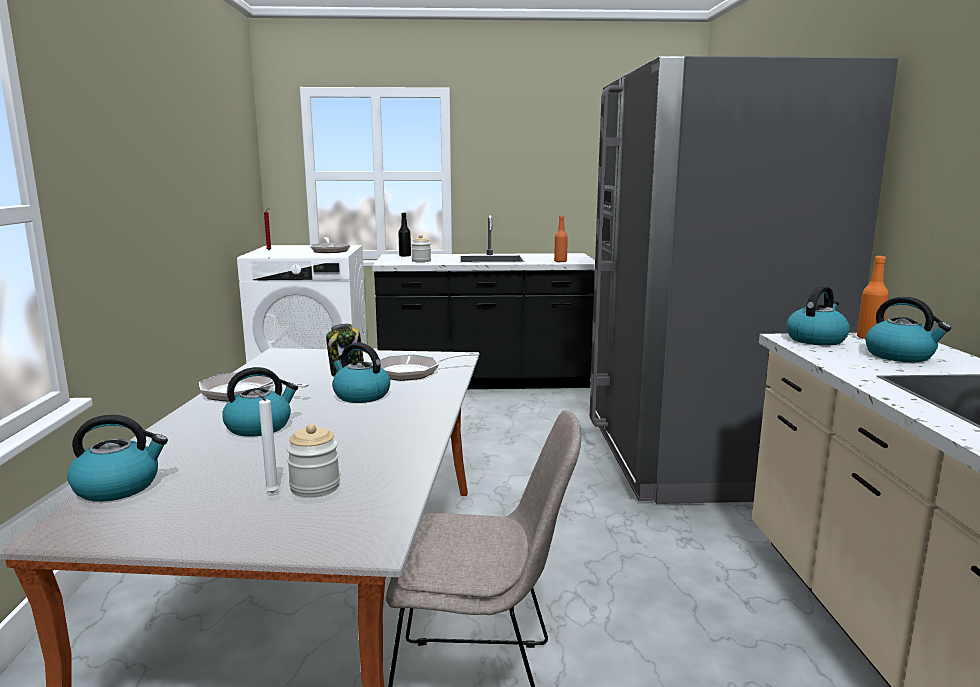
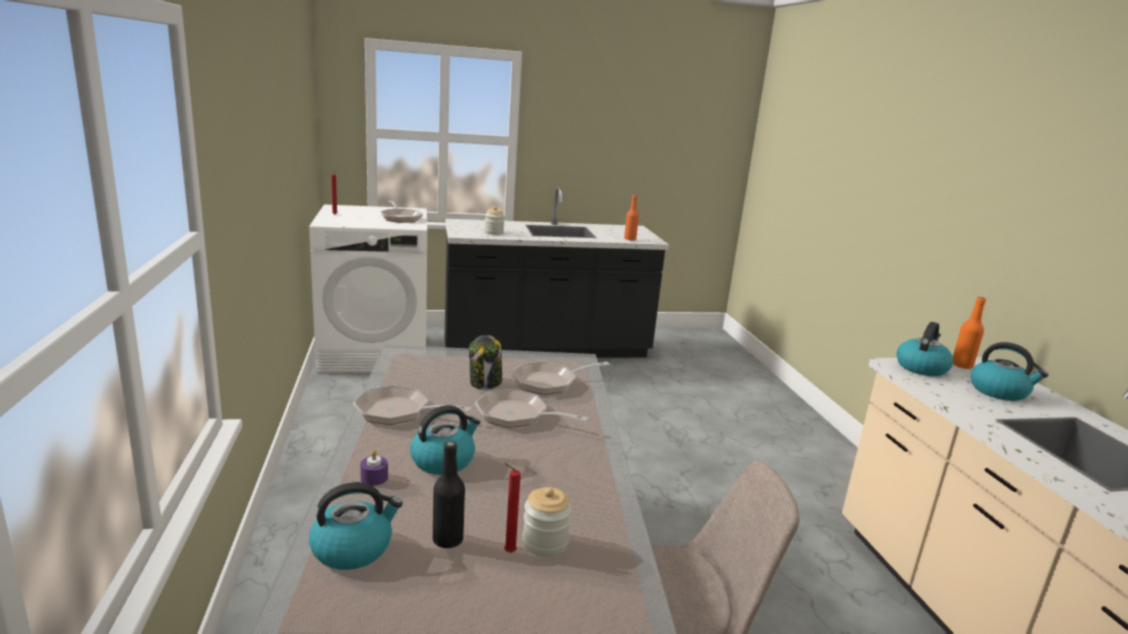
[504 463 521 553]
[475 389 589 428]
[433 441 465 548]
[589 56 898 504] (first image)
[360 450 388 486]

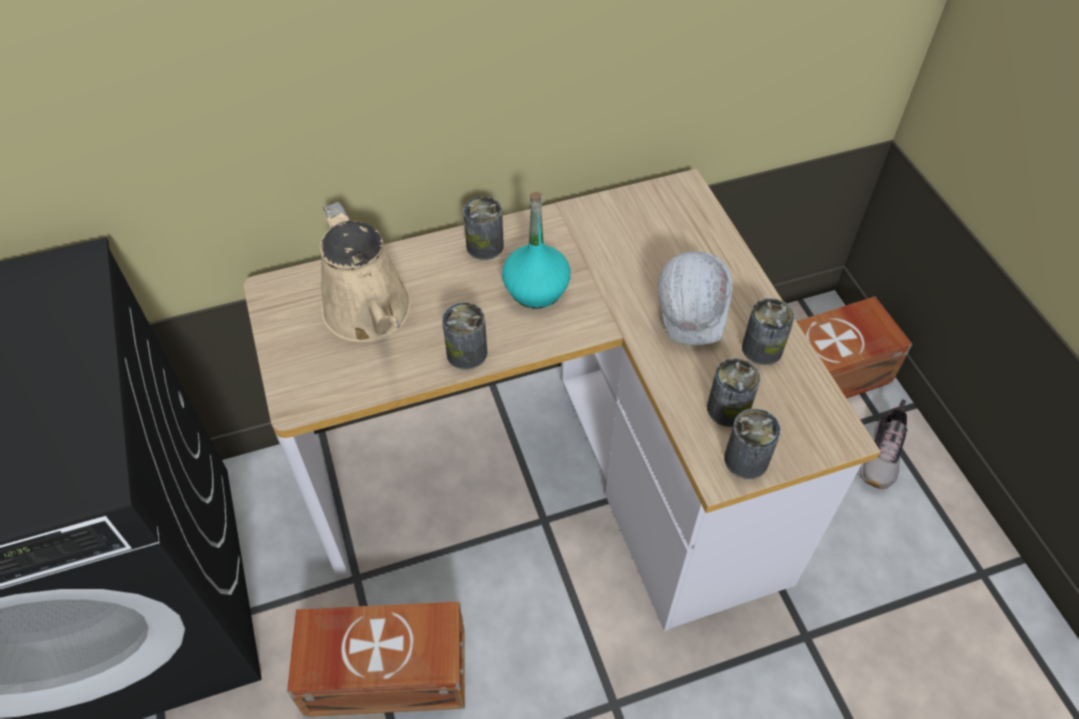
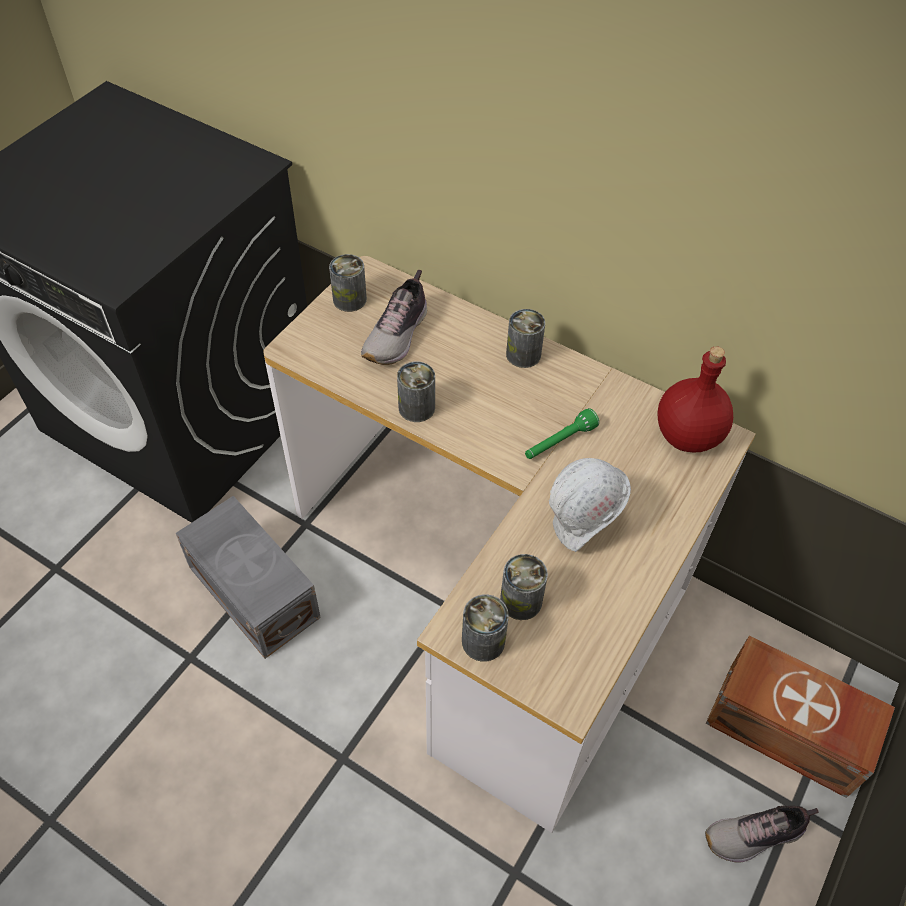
[176 496 321 659]
[361 270 427 365]
[502 192 571 308] (first image)
[329 254 367 312]
[525 408 599 459]
[657 346 733 452]

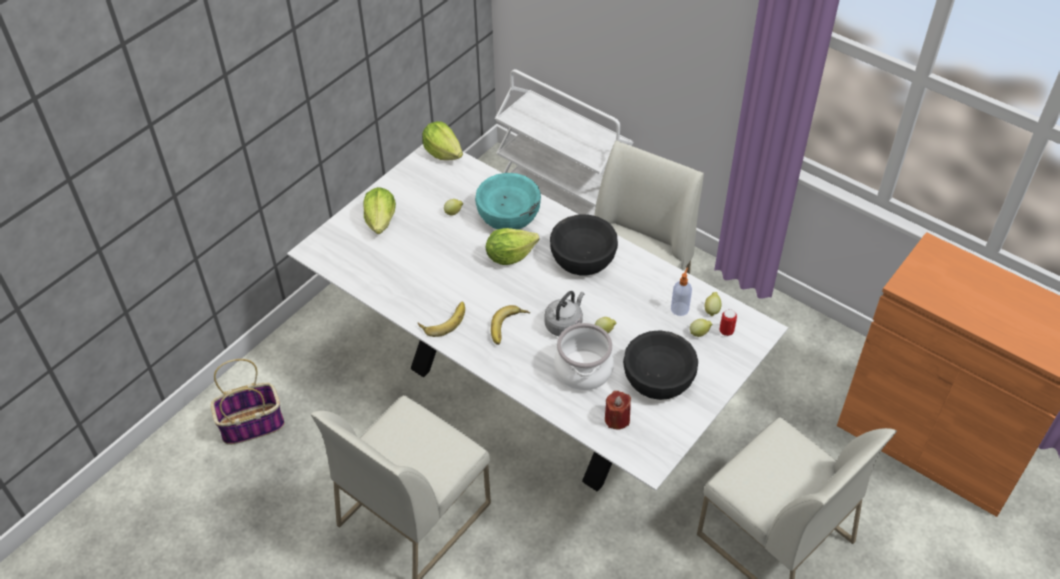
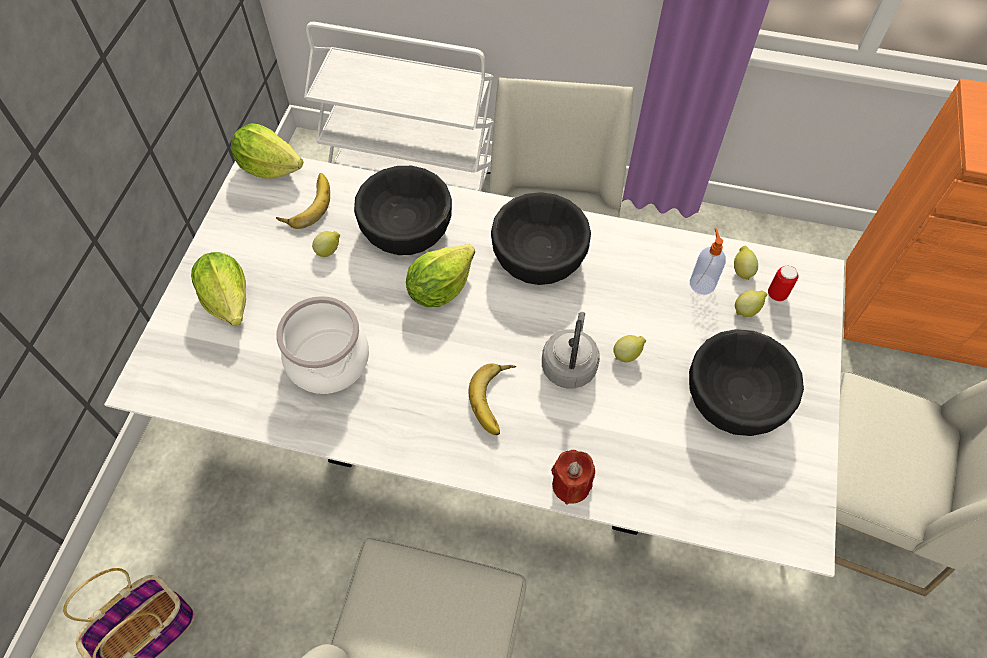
[276 173 330 229]
[354 166 452 255]
[276 296 369 394]
[551 450 595 504]

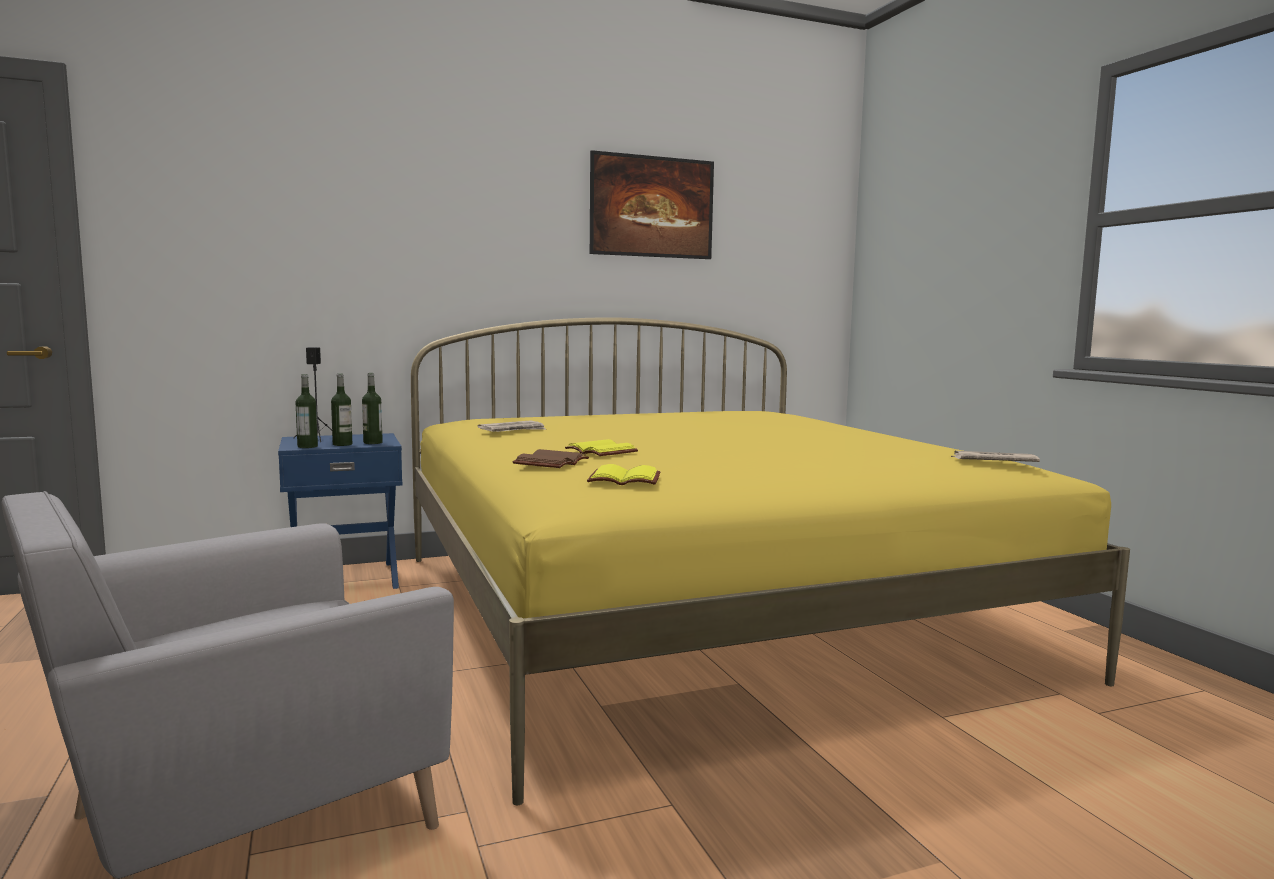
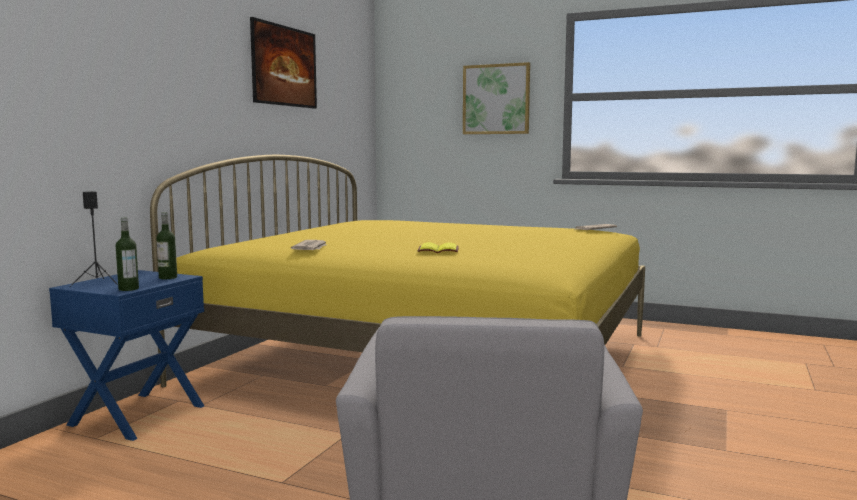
[331 373 352 446] (first image)
[513 449 589 468] (first image)
[587 464 660 485] (first image)
[463 62 530 134]

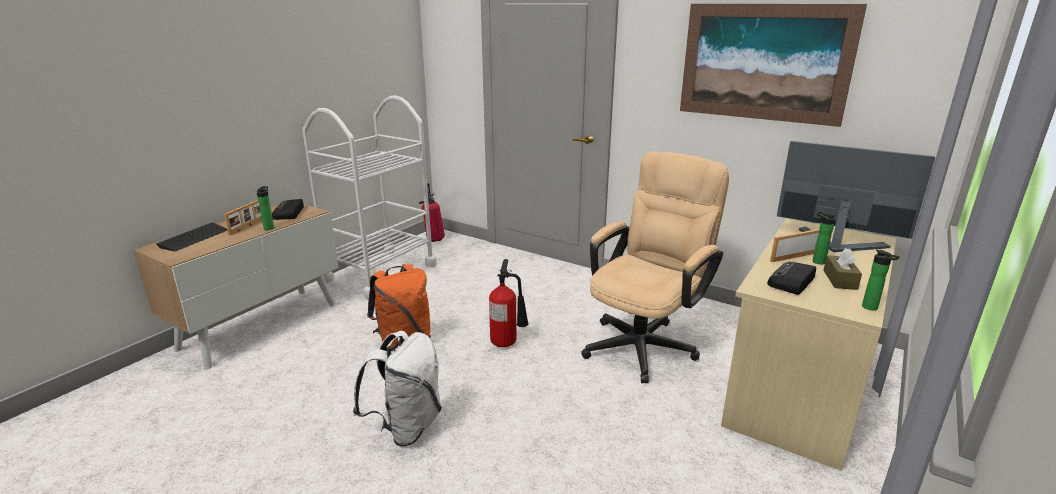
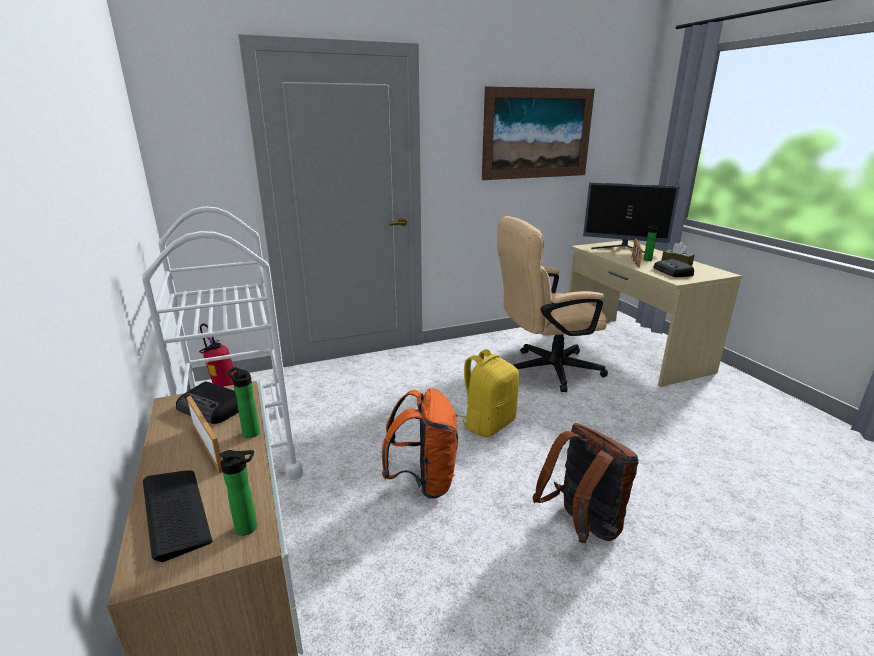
[533 423 639 543]
[457 349 519 437]
[497 216 608 392]
[583 182 680 253]
[219 450 257 536]

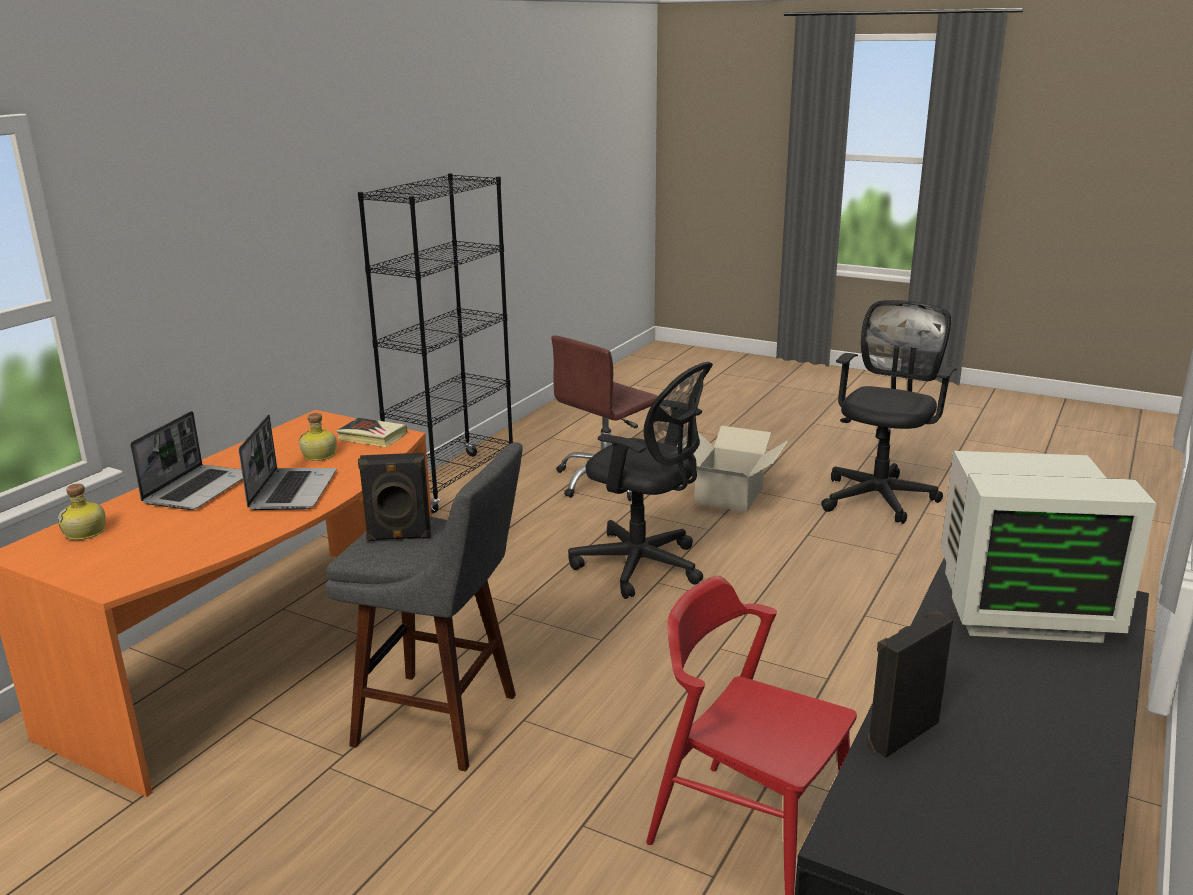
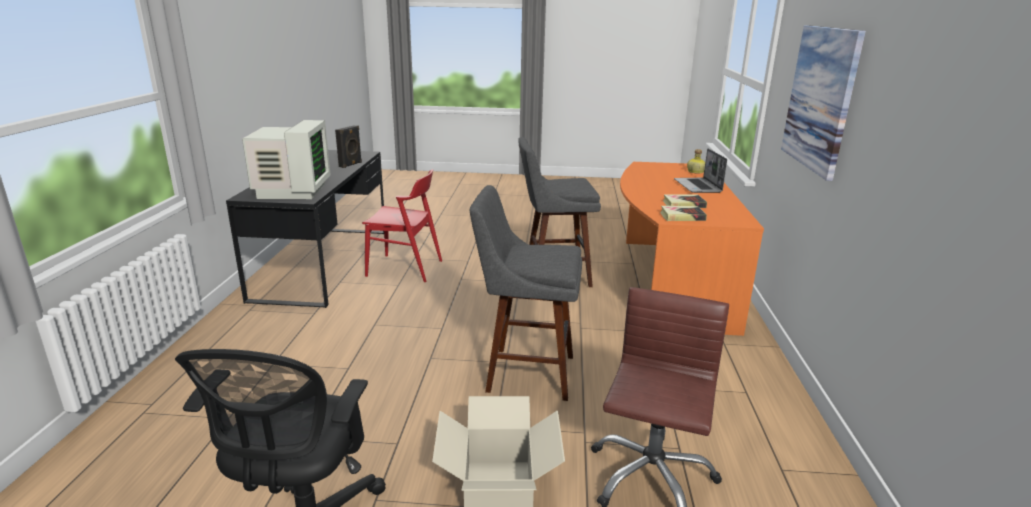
[239 415 336 510] (first image)
[663 194 707 208]
[358 173 513 513] (first image)
[358 453 431 542] (first image)
[470 185 582 401]
[242 120 331 199]
[781 25 866 181]

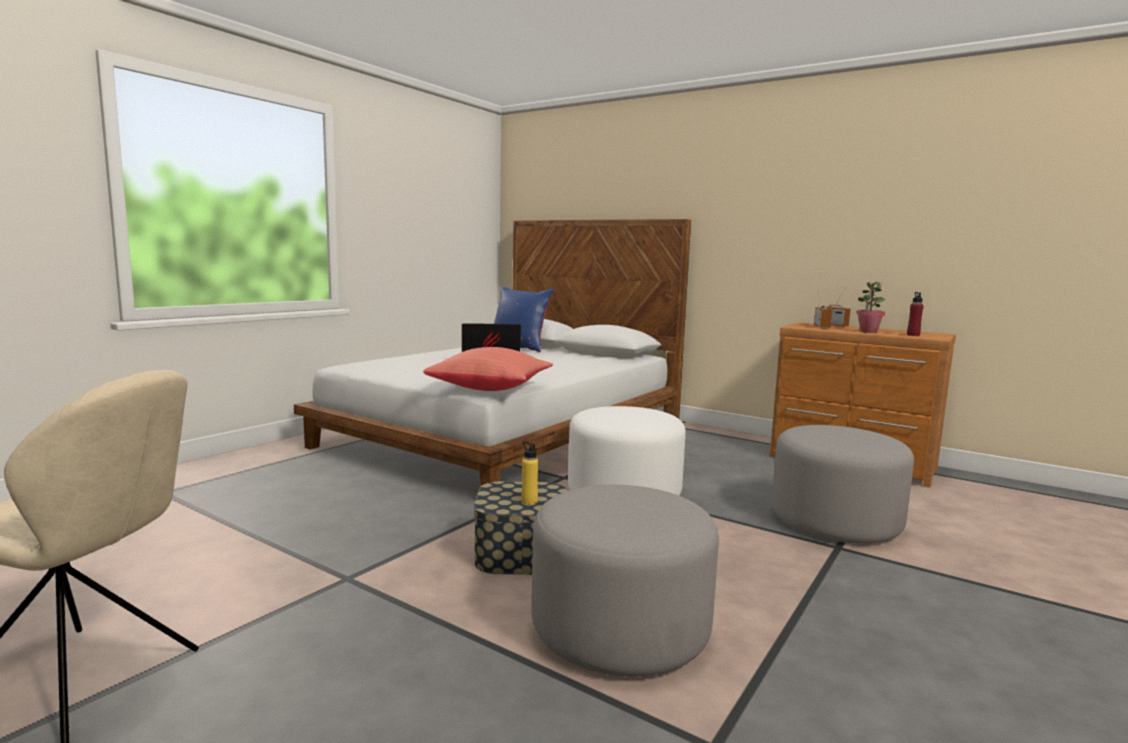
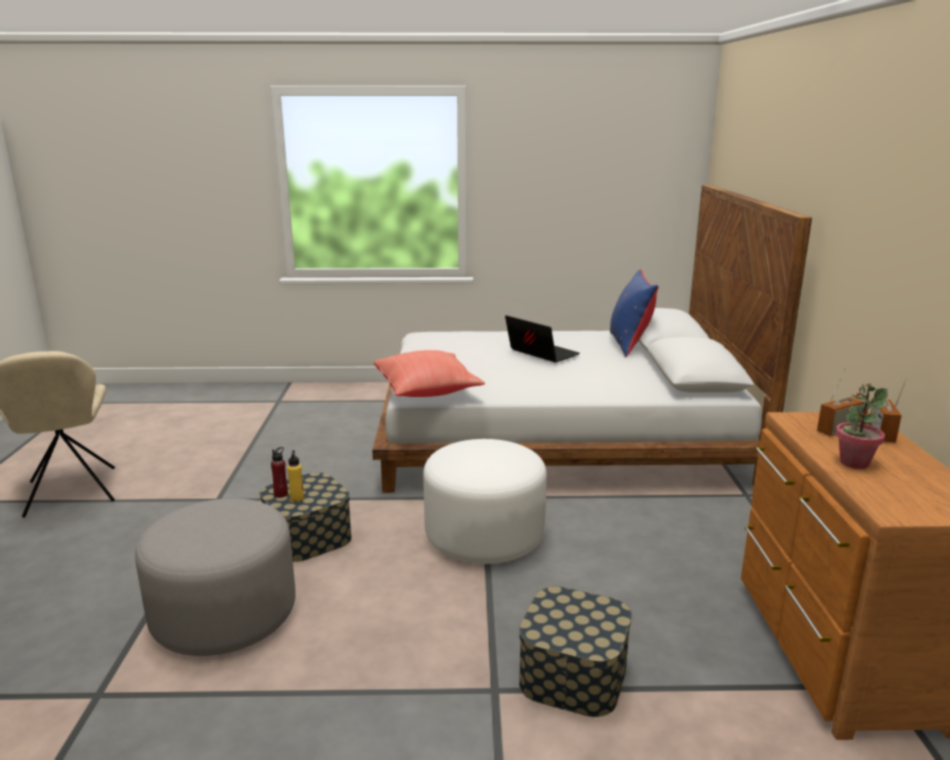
[519 586 632 717]
[271 447 288 498]

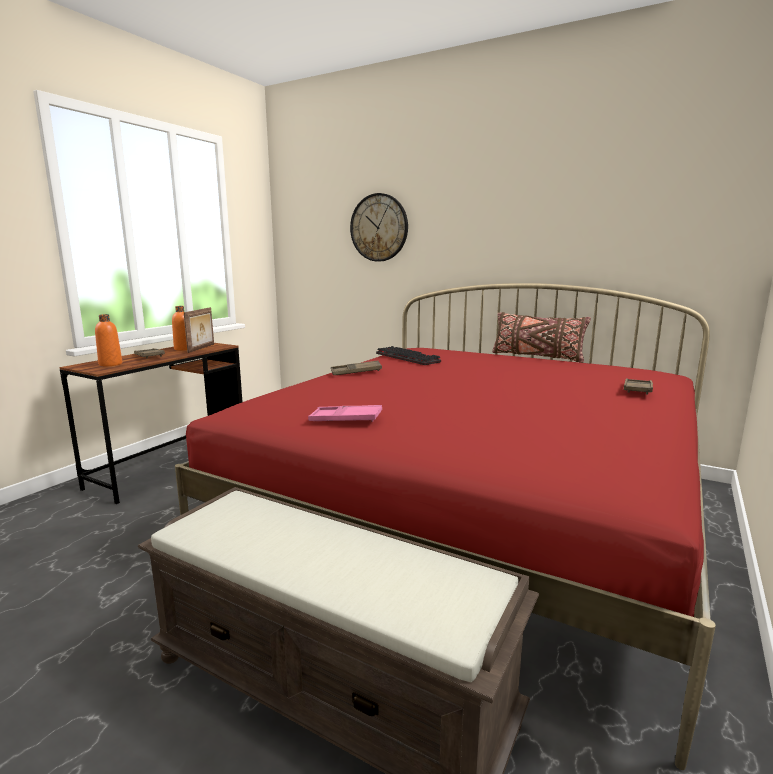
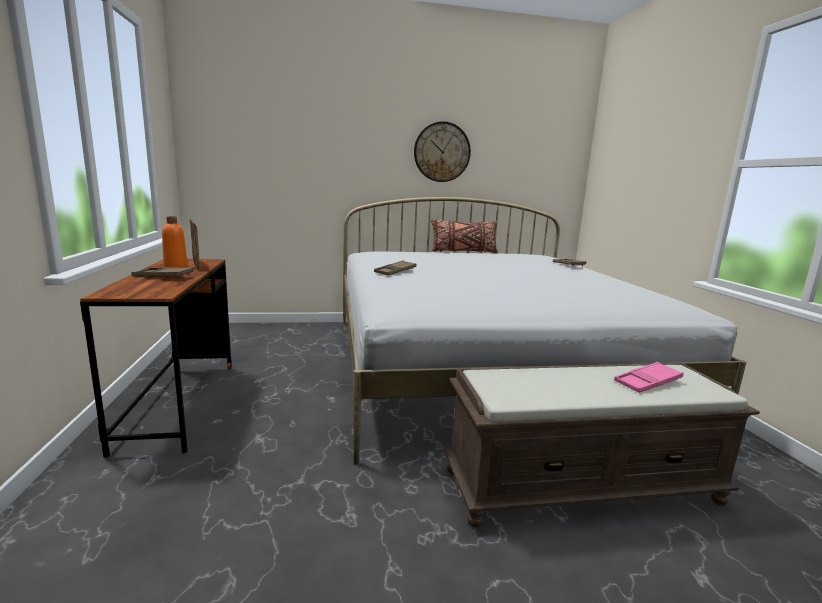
[95 314 122 367] (first image)
[343 197 747 464]
[614 362 684 393]
[414 121 471 182]
[376 346 441 365] (first image)

